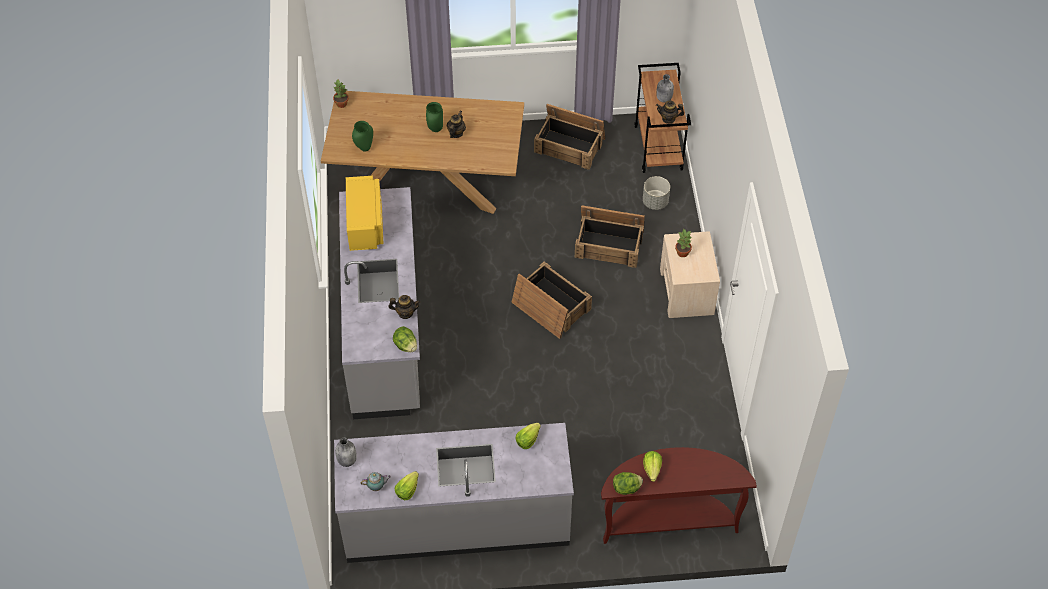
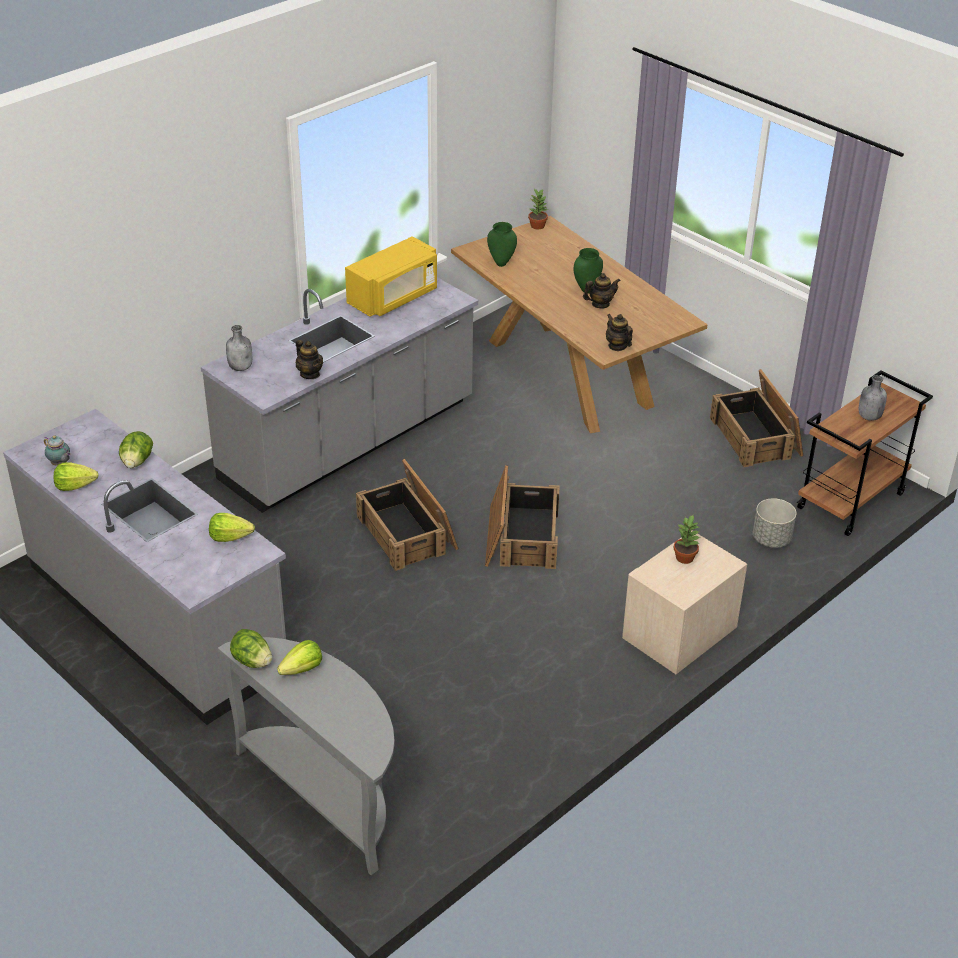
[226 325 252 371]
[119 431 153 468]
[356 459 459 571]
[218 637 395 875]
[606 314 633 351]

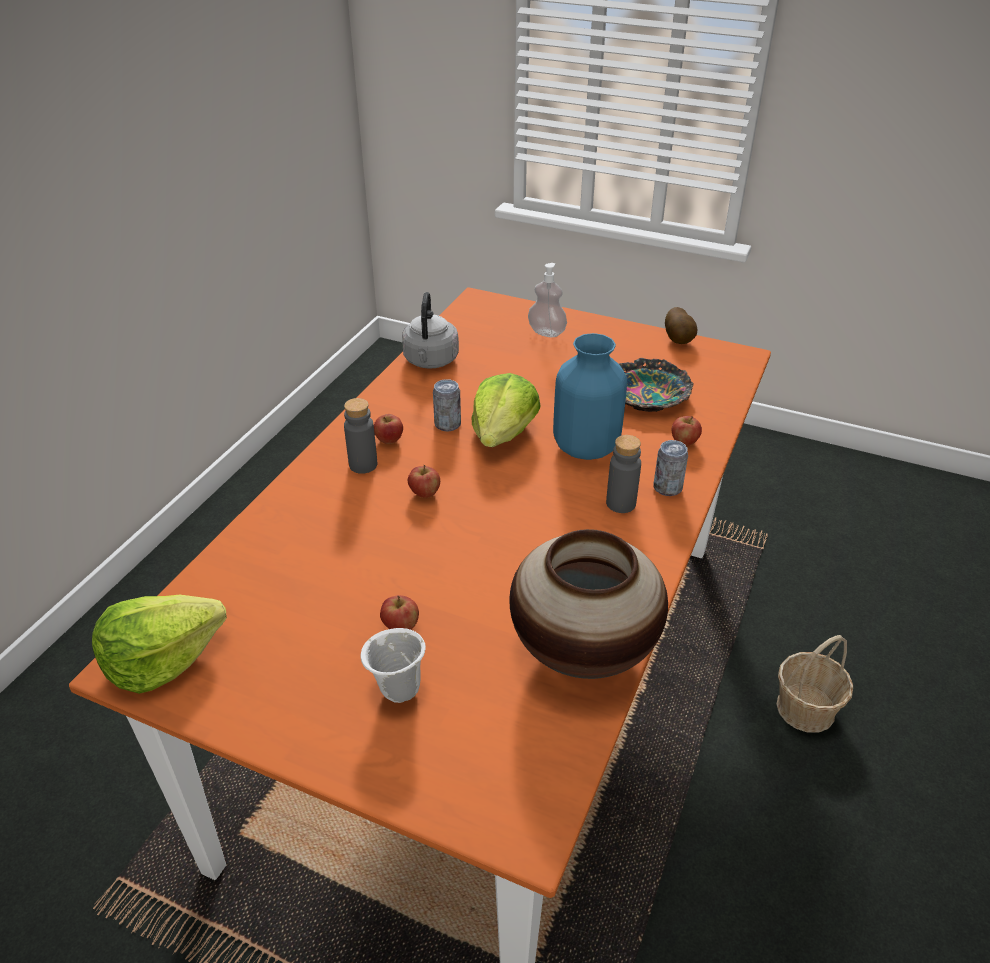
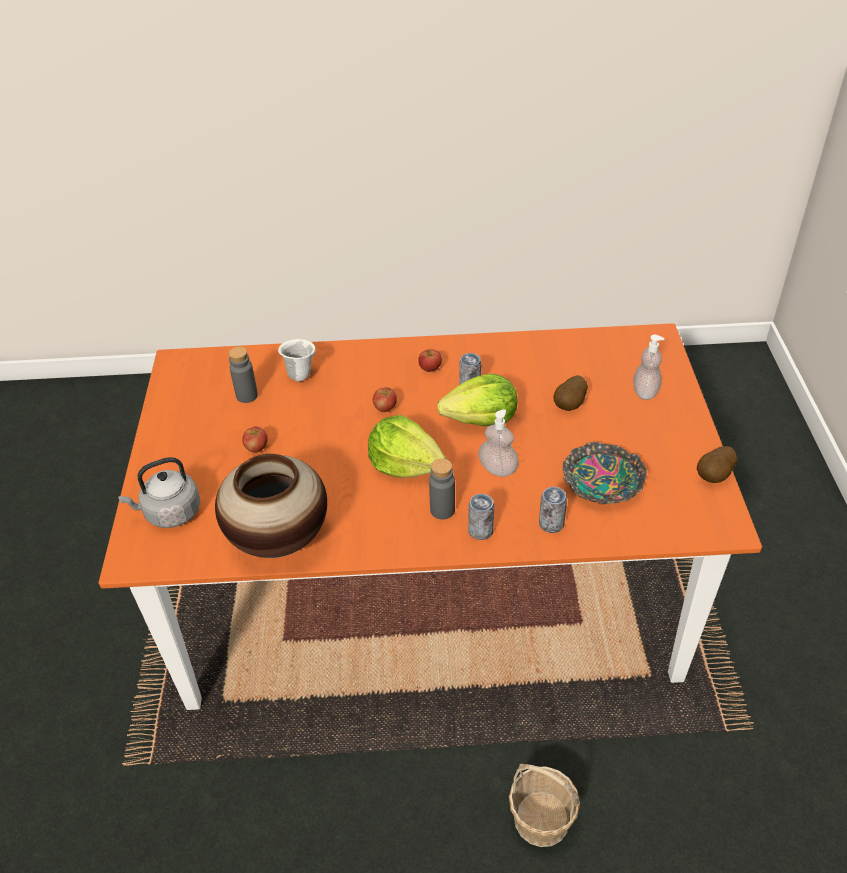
[368 415 446 478]
[229 347 258 403]
[278 339 315 381]
[118 457 200 528]
[478 409 519 477]
[539 487 567 533]
[553 375 588 411]

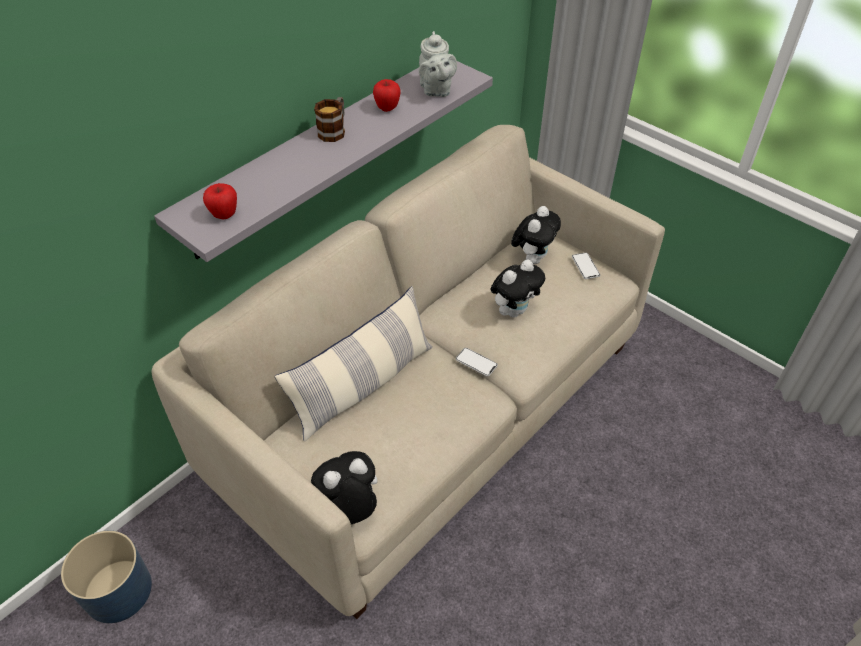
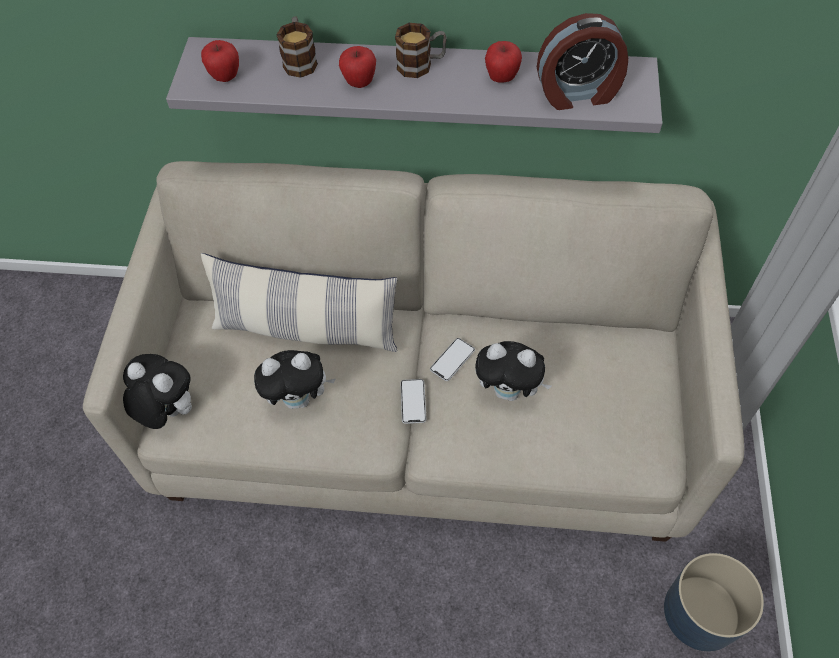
[664 553 764 651]
[537 13 629 110]
[254 350 336 409]
[430 338 475 381]
[277 16 318 78]
[339 46 376 88]

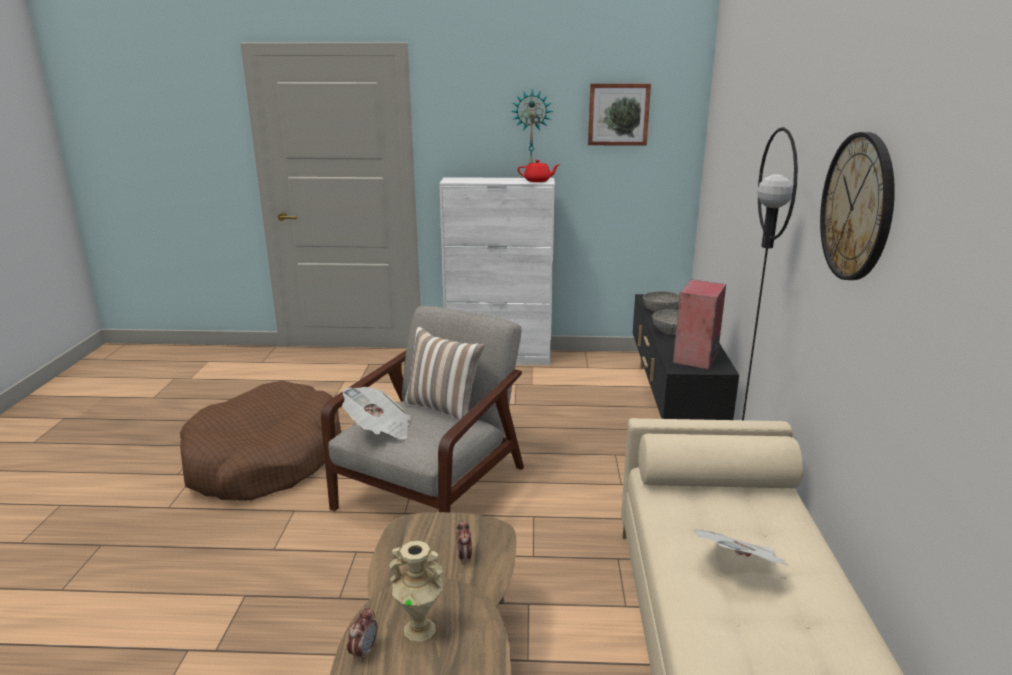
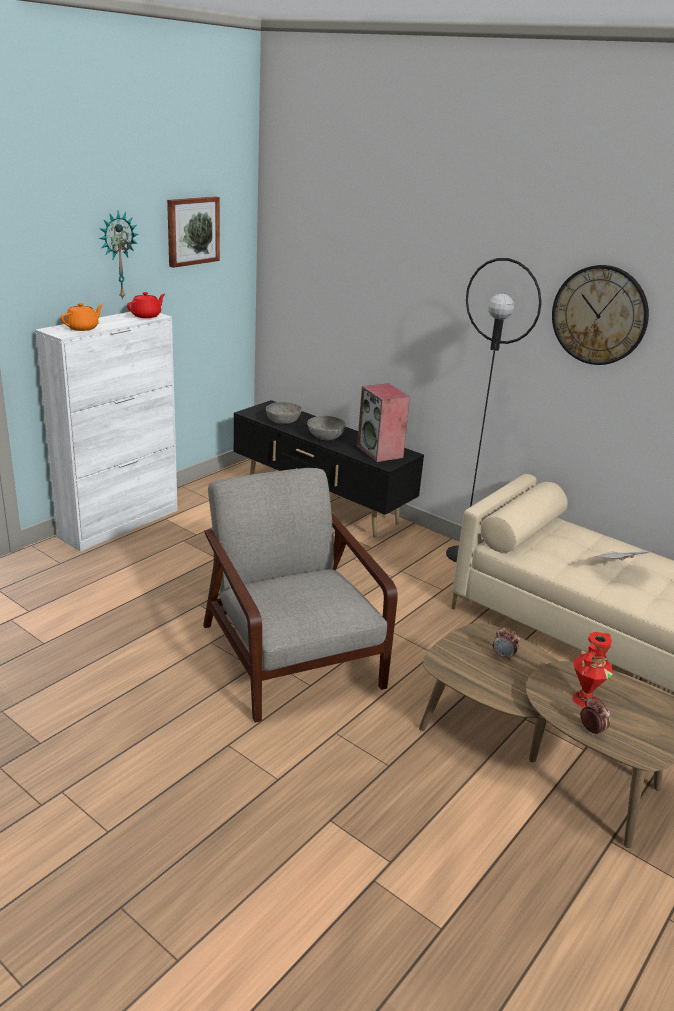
[180 381 341 501] (first image)
[342 387 410 439] (first image)
[573 632 613 707]
[404 327 485 420] (first image)
[60 303 103 331]

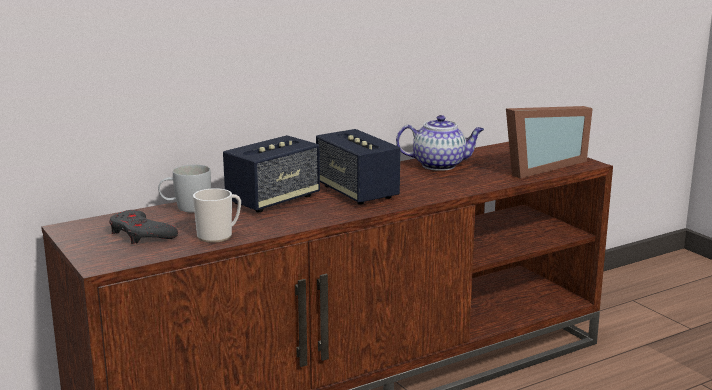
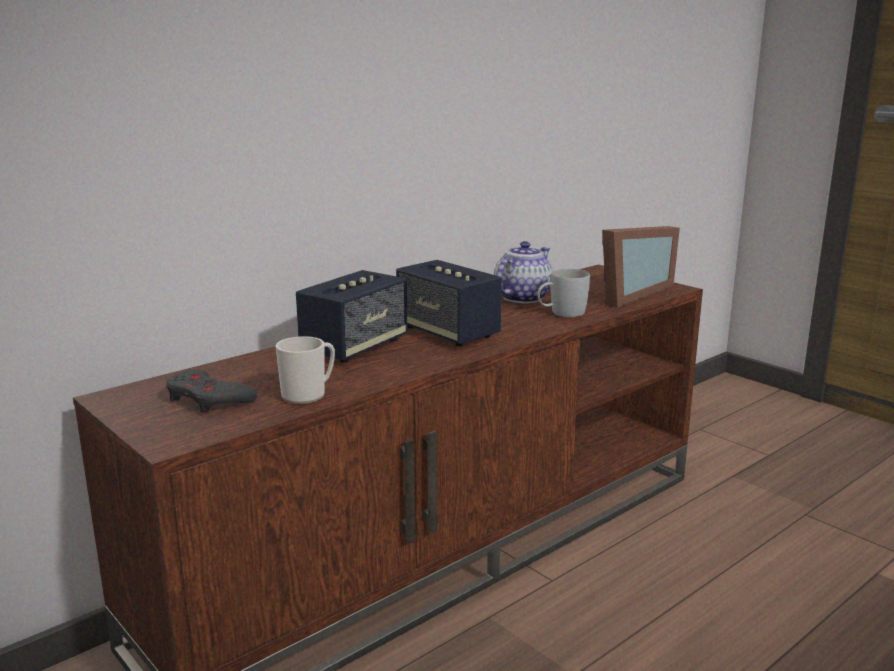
[537 269 590 317]
[494 241 553 303]

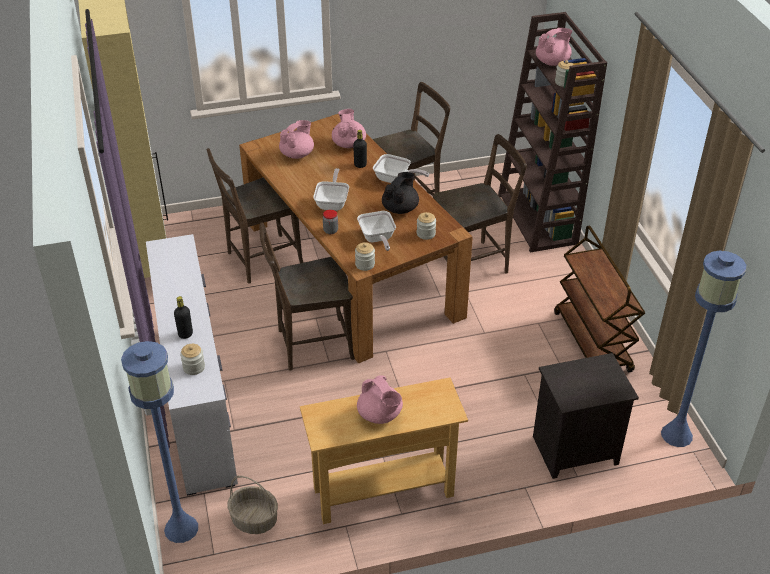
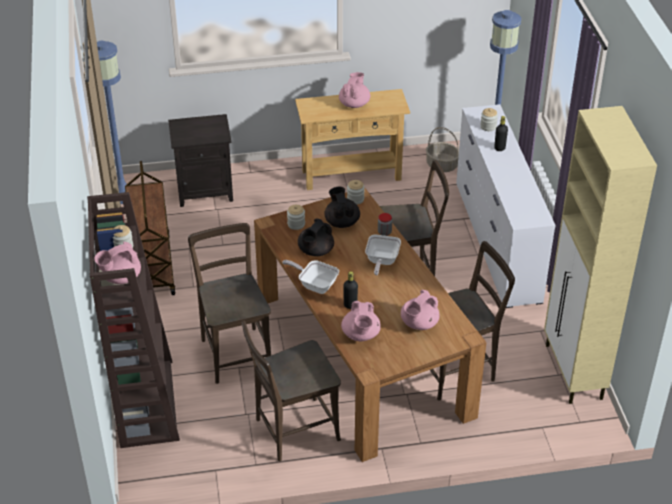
[324 187 360 228]
[339 72 370 108]
[188 223 271 384]

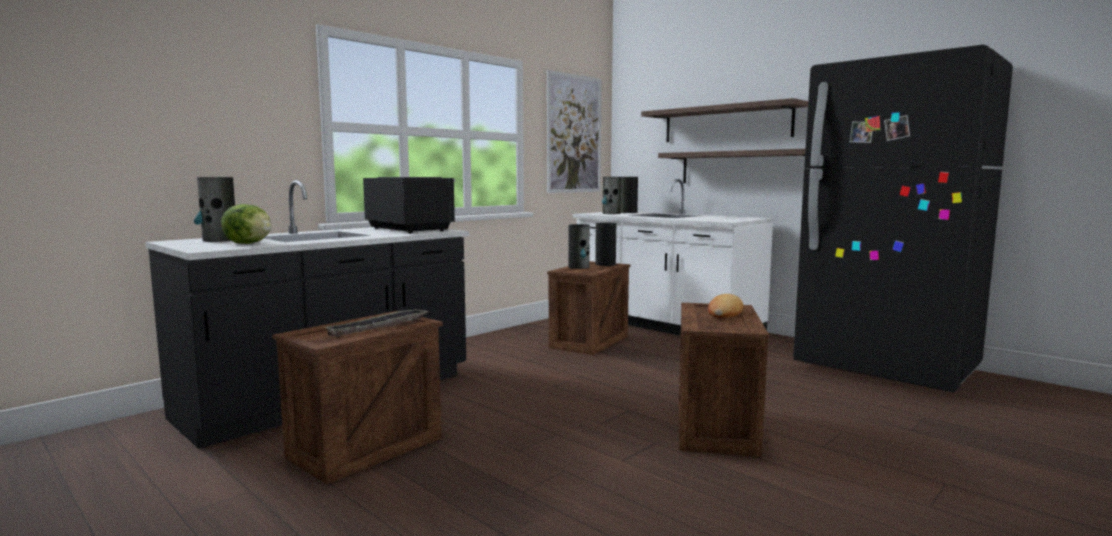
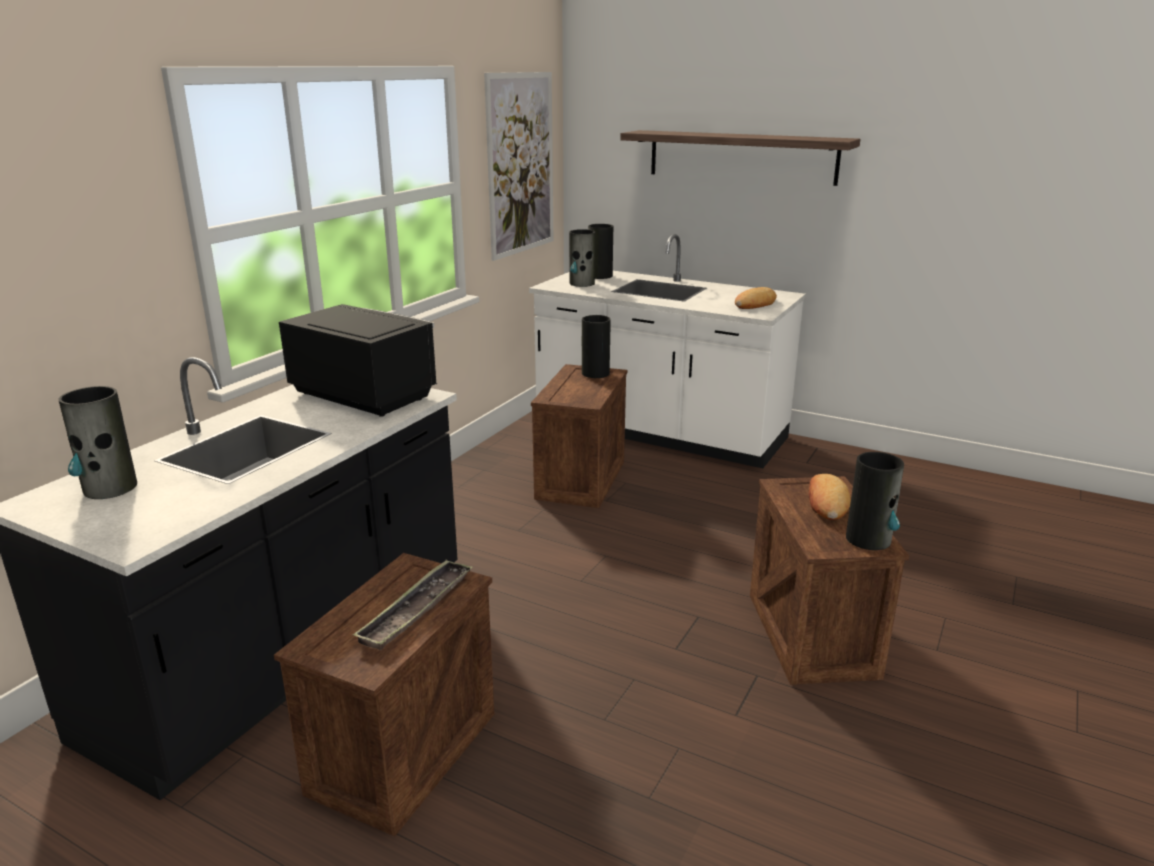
[221 204 271 244] (first image)
[846 452 904 550]
[658 149 805 183] (first image)
[793 45 1013 392] (first image)
[735 287 777 309]

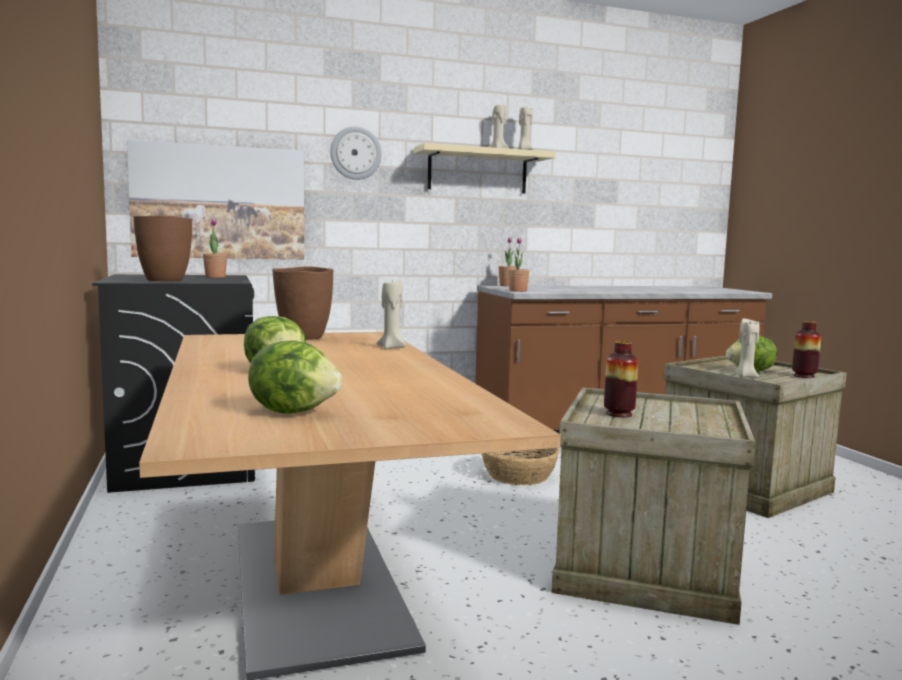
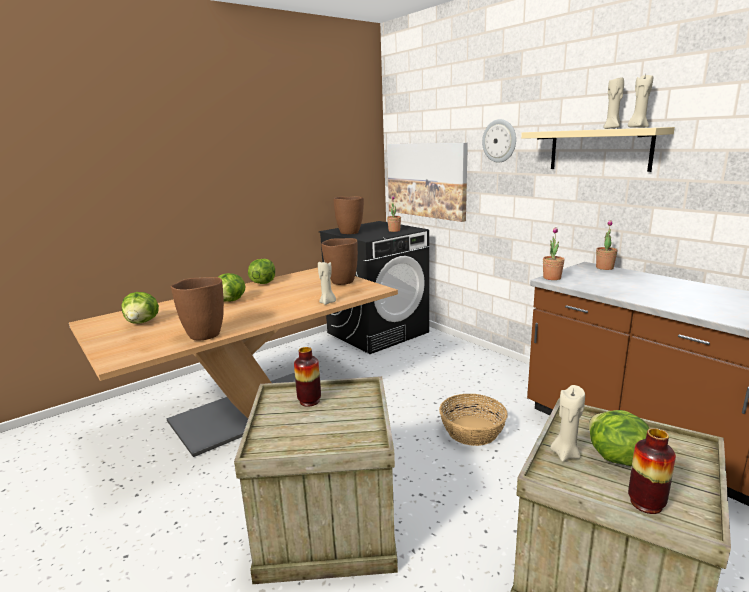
[171 277 224 341]
[248 259 275 284]

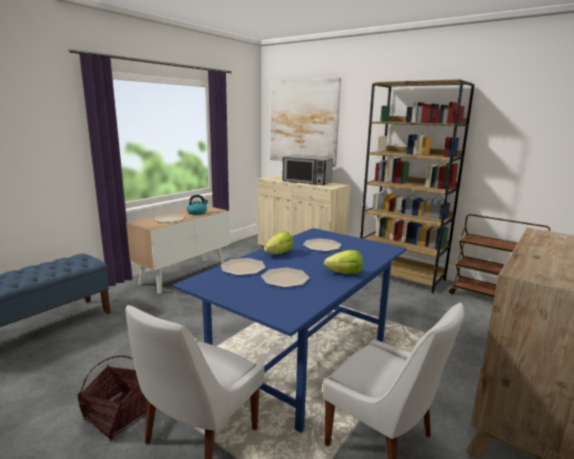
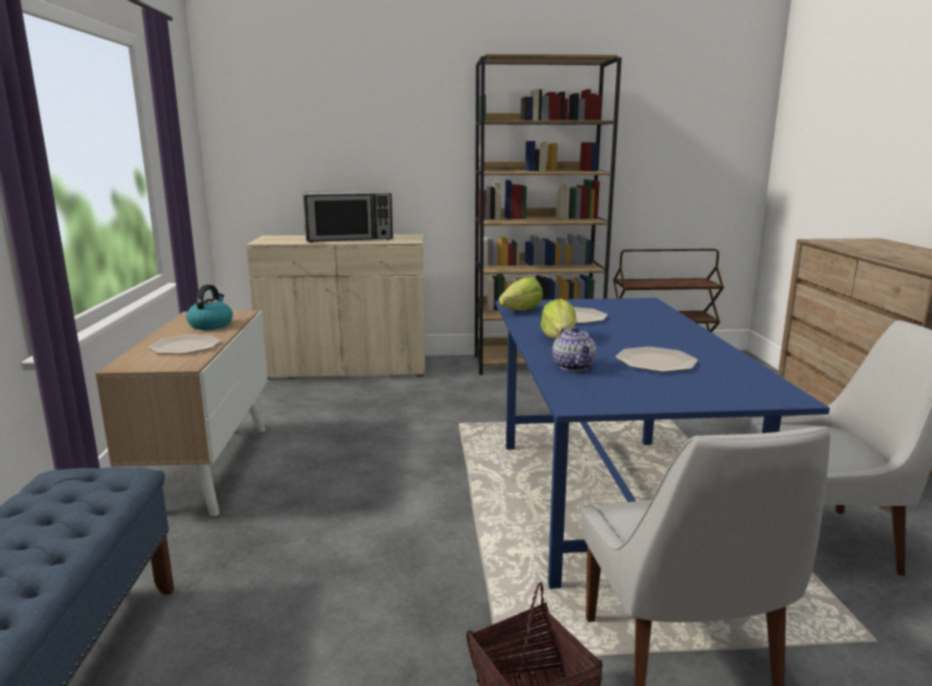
[552 326 596 371]
[270 78 341 167] (first image)
[499 277 543 310]

